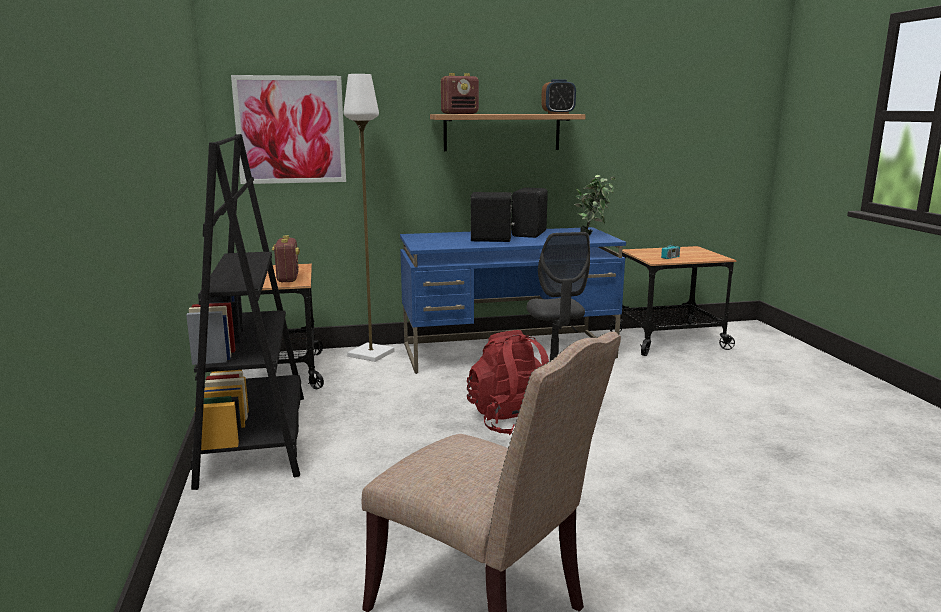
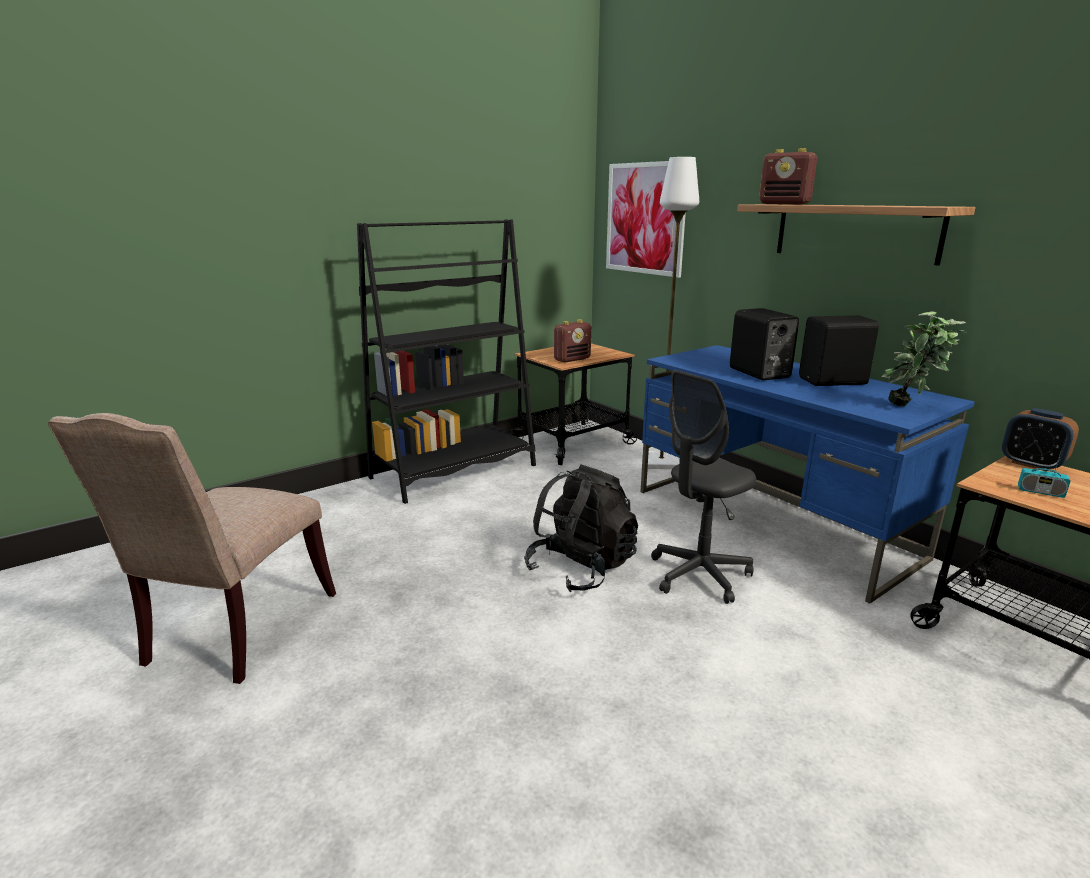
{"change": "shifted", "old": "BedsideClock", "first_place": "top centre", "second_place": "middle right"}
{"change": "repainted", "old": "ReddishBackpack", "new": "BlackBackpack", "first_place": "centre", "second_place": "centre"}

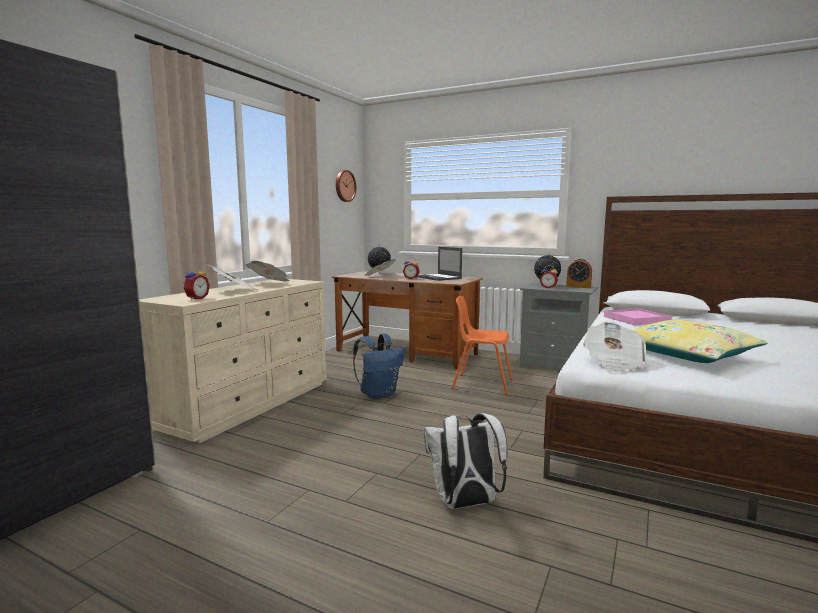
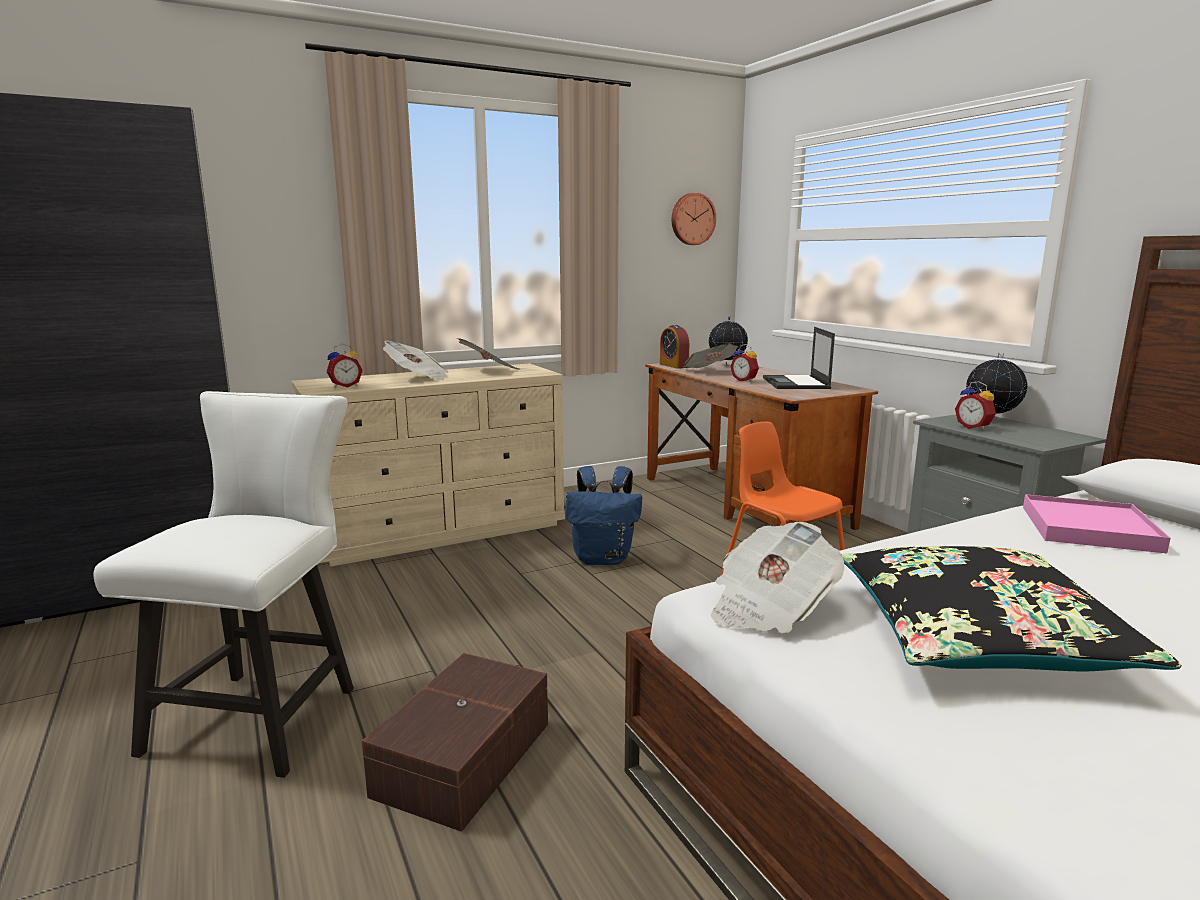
{"change": "shifted", "old": "BedsideClock (no. 4 from left in the first image)", "new": "BedsideClock (no. 2 from left)", "first_place": "middle right", "second_place": "centre"}
{"change": "repainted", "old": "YellowishPillow", "new": "BlackPillow", "first_place": "middle right", "second_place": "bottom right"}
{"change": "swapped", "old": "WhiteBackpack", "new": "BrownStorageContainer", "first_place": "bottom centre", "second_place": "bottom centre"}
{"change": "new", "new": "WhiteUprightChair", "second_place": "middle left"}

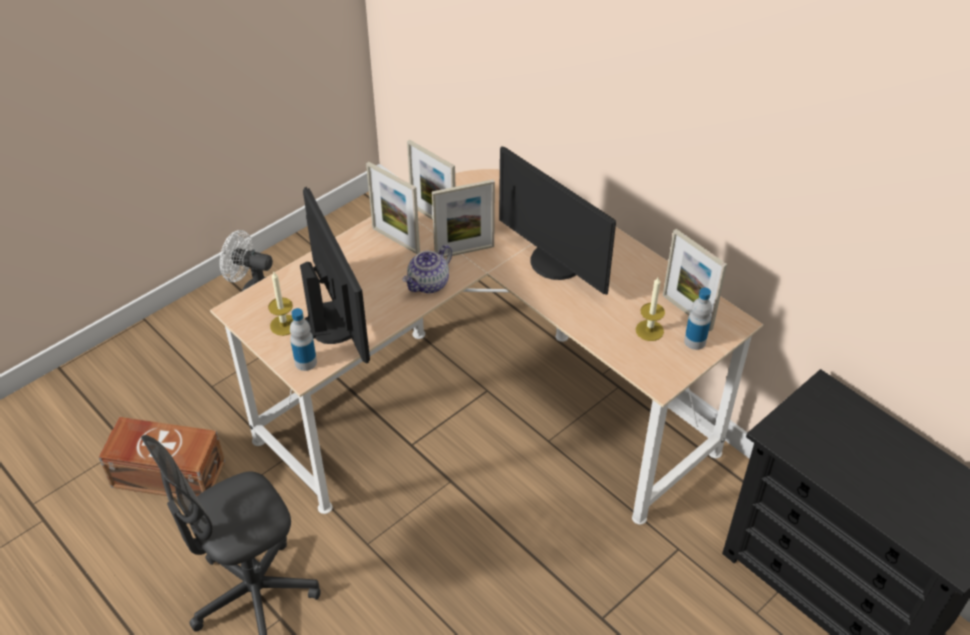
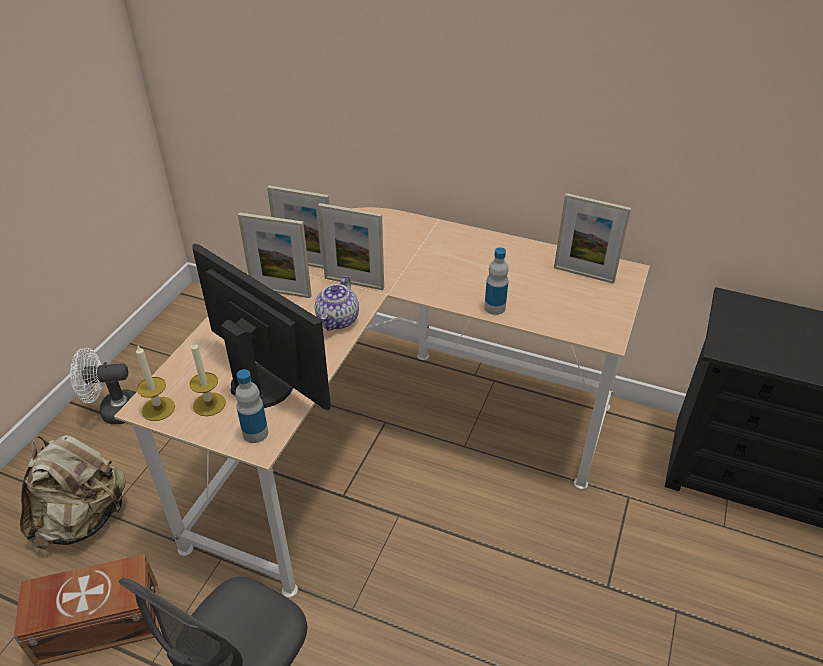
{"change": "gone", "old": "ComputerDisplay (no. 2 from left)", "first_place": "centre"}
{"change": "rotated", "old": "PhotoFrame (no. 3 from left)", "first_place": "centre", "second_place": "centre", "degrees": 60}
{"change": "shifted", "old": "Candle (no. 2 from left in the first image)", "new": "Candle (no. 1 from left)", "first_place": "middle right", "second_place": "middle left"}
{"change": "shifted", "old": "BeverageBottle (no. 2 from left)", "first_place": "middle right", "second_place": "centre"}
{"change": "new", "new": "SandColouredBackpack", "second_place": "bottom left"}

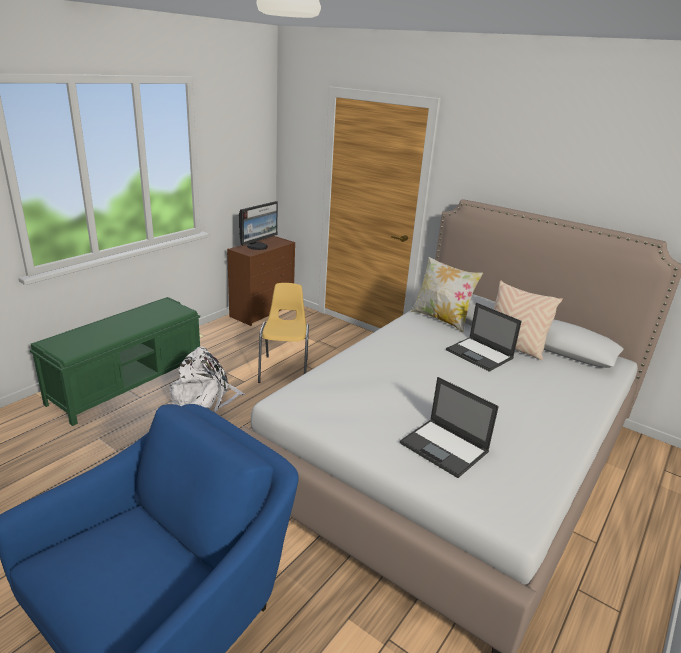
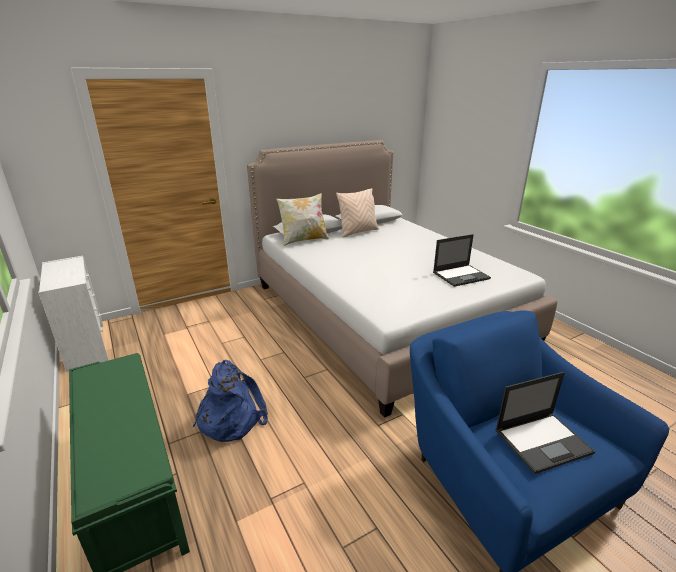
{"change": "gone", "old": "ComputerDisplay", "first_place": "centre"}
{"change": "repainted", "old": "BrownDrawerChest", "new": "WhiteDrawerChest", "first_place": "centre", "second_place": "middle left"}
{"change": "gone", "old": "YellowishUprightChair", "first_place": "centre"}
{"change": "shifted", "old": "Laptop (no. 2 from left)", "first_place": "middle right", "second_place": "bottom right"}
{"change": "repainted", "old": "WhiteBackpack", "new": "BluishBackpack", "first_place": "middle left", "second_place": "bottom centre"}

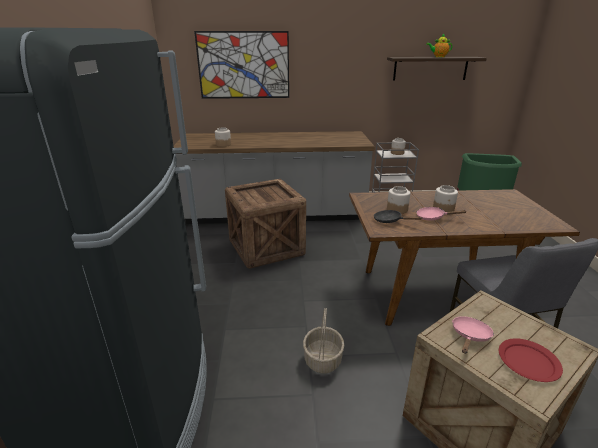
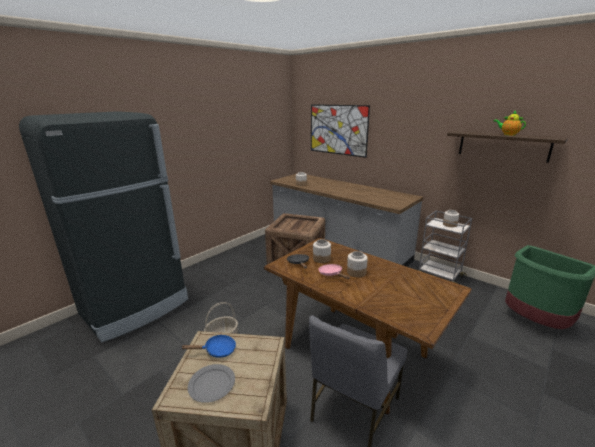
{"change": "repainted", "old": "PinkishSkillet (no. 2 from left)", "new": "BluishSkillet", "first_place": "bottom right", "second_place": "bottom centre"}
{"change": "repainted", "old": "ReddishDinnerPlate", "new": "GreyDinnerPlate", "first_place": "bottom right", "second_place": "bottom centre"}

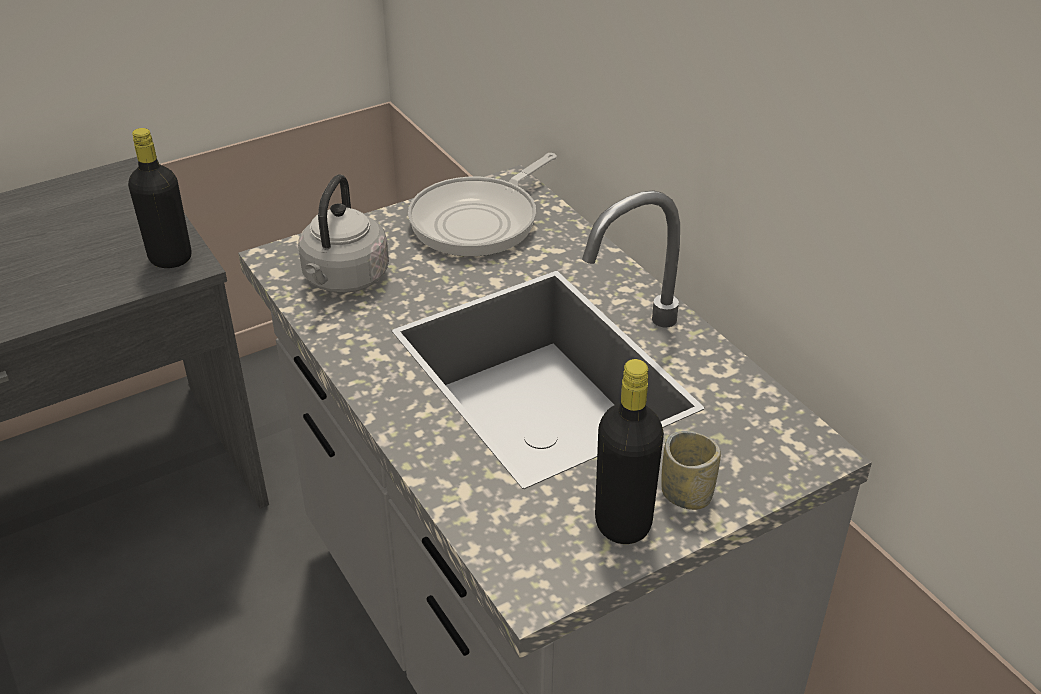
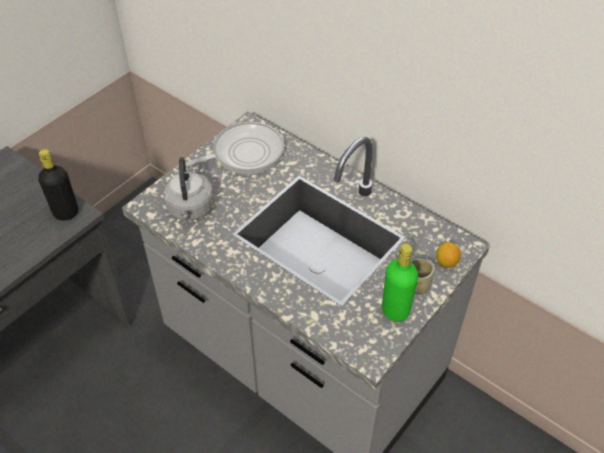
{"change": "rotated", "old": "Skillet", "first_place": "top centre", "second_place": "top centre", "degrees": -135}
{"change": "repainted", "old": "BlackBeverageBottle (no. 2 from left)", "new": "GreenBeverageBottle", "first_place": "centre", "second_place": "centre"}
{"change": "new", "new": "WholeLemon", "second_place": "middle right"}

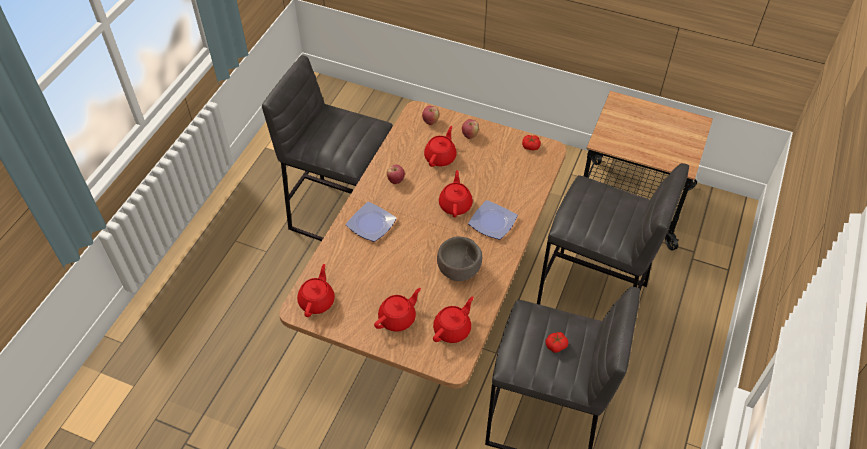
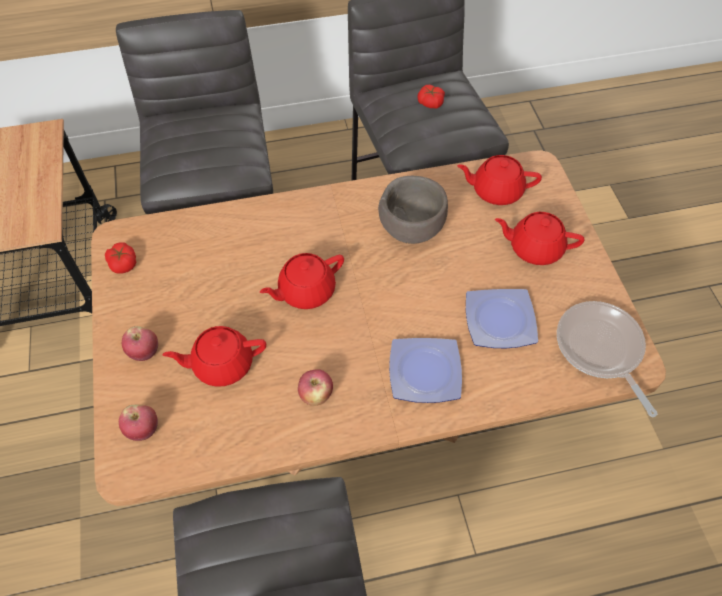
{"change": "shifted", "old": "DinnerPlate (no. 2 from left)", "first_place": "centre", "second_place": "middle right"}
{"change": "swapped", "old": "ReddishPotForTea (no. 1 from left)", "new": "Skillet", "first_place": "centre", "second_place": "middle right"}

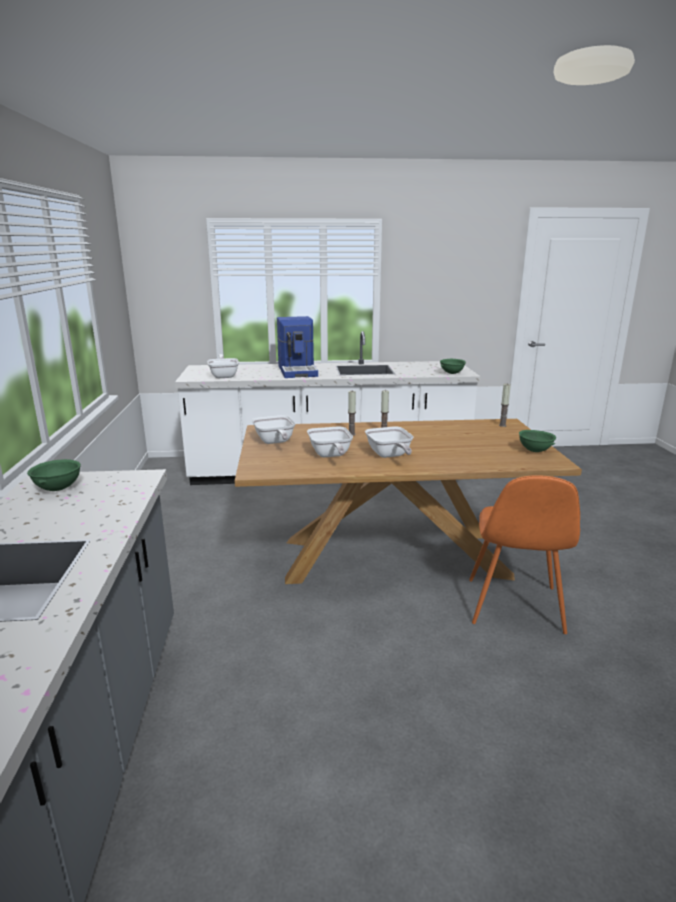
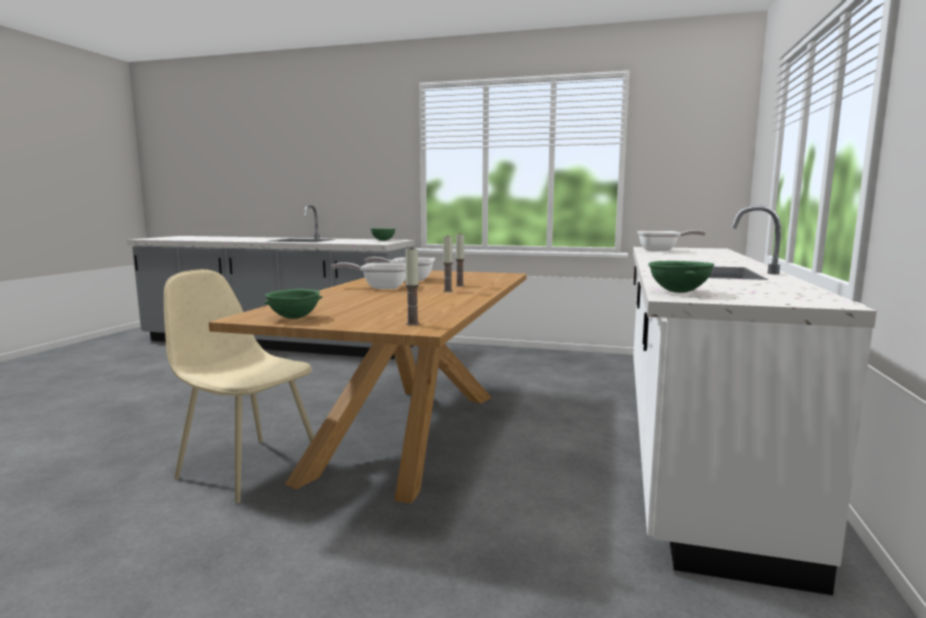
{"change": "gone", "old": "CoffeeBrewer", "first_place": "centre"}
{"change": "gone", "old": "Skillet (no. 2 from left)", "first_place": "centre"}
{"change": "repainted", "old": "OrangeyUprightChair", "new": "SandColouredUprightChair", "first_place": "middle right", "second_place": "middle left"}

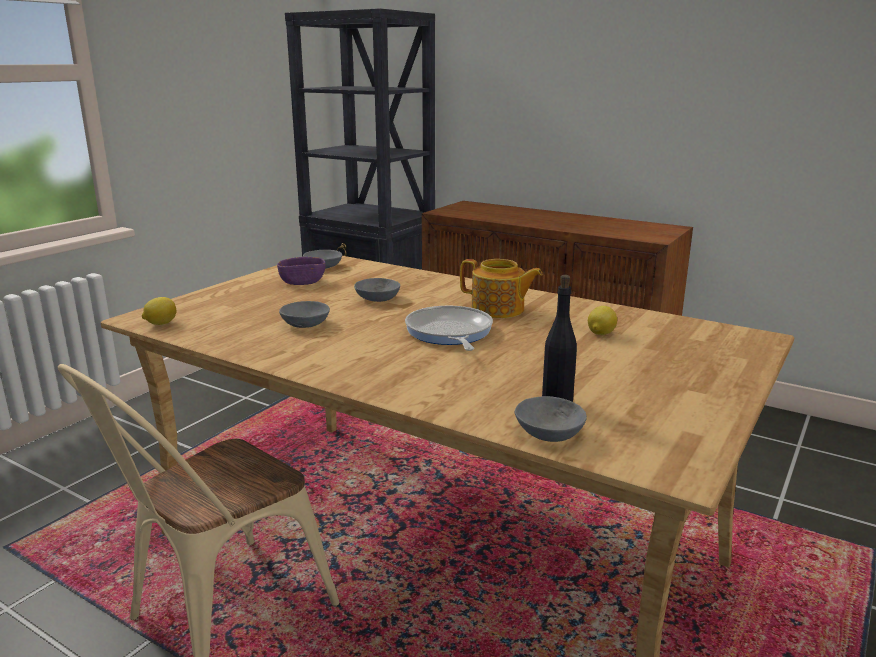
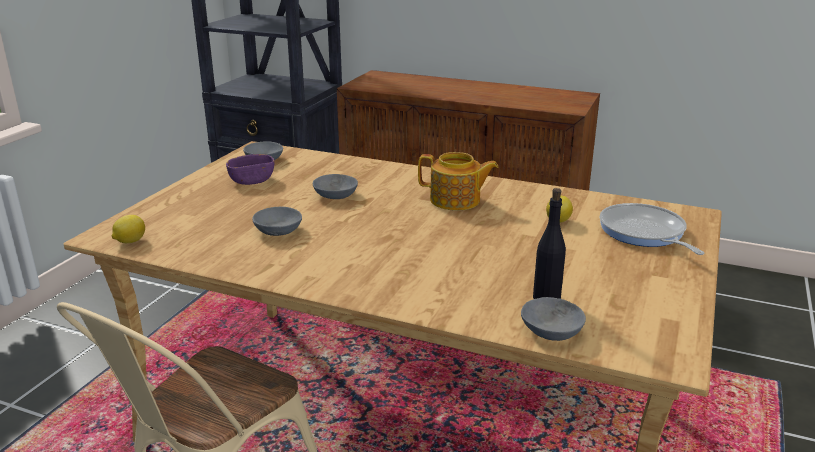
{"change": "shifted", "old": "Skillet", "first_place": "centre", "second_place": "middle right"}

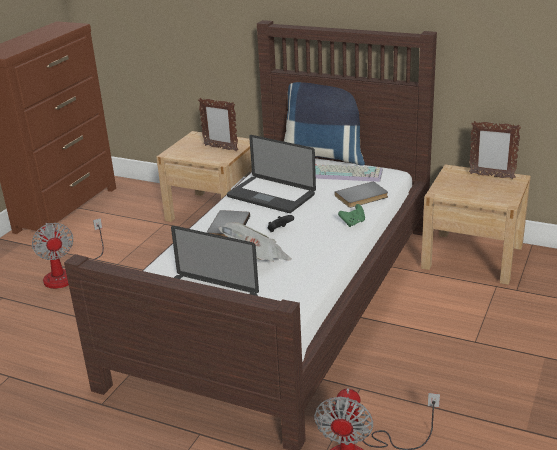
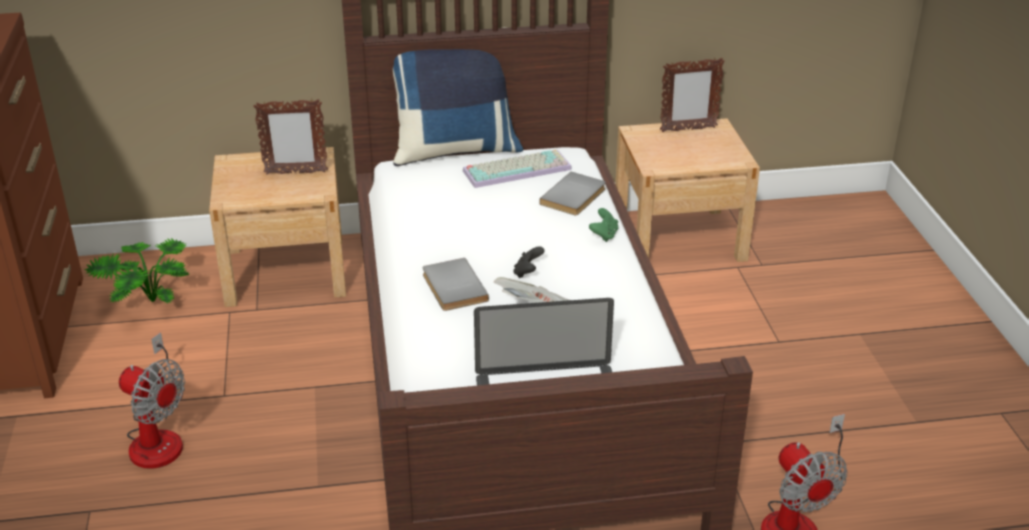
{"change": "gone", "old": "Laptop (no. 2 from left)", "first_place": "centre"}
{"change": "new", "new": "Houseplant", "second_place": "middle left"}

